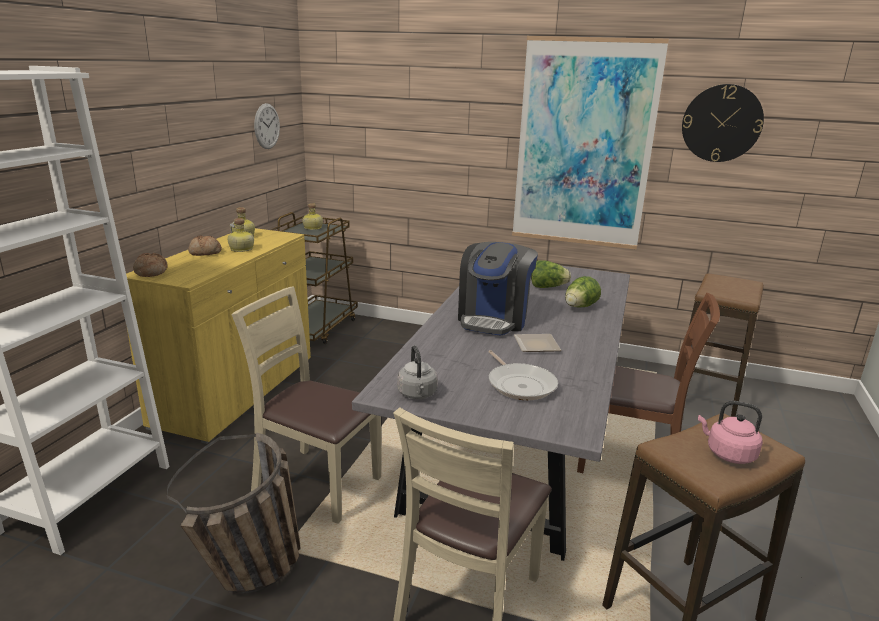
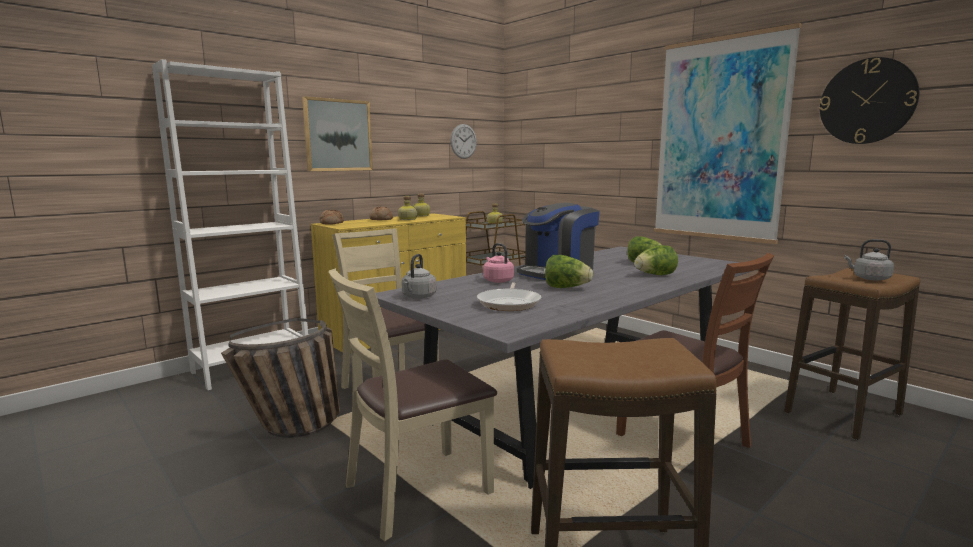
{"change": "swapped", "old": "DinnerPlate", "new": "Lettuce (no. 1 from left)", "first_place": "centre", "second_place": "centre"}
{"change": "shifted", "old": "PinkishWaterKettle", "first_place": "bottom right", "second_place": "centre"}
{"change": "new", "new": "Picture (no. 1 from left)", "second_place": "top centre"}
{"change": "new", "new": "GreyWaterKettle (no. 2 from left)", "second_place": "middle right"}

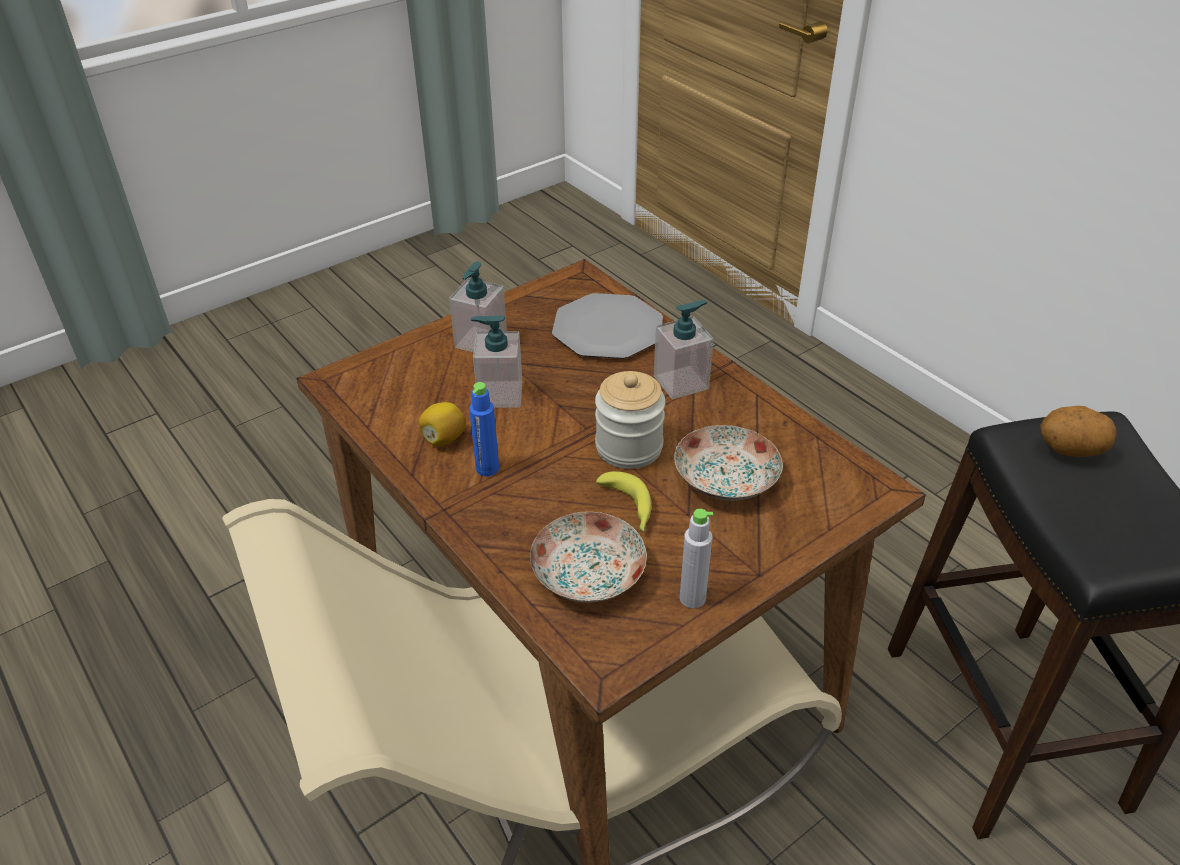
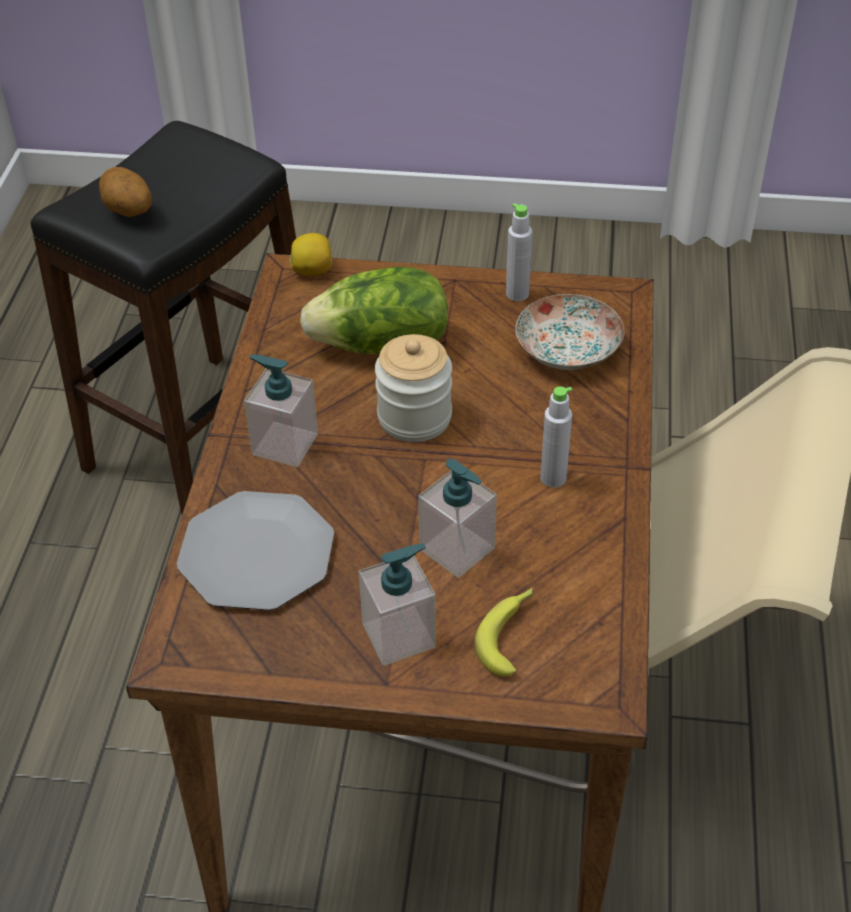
{"change": "repainted", "old": "BluishBeverageBottle", "new": "GreyBeverageBottle (no. 2 from left)", "first_place": "centre", "second_place": "centre"}
{"change": "shifted", "old": "WholeLemon", "first_place": "centre", "second_place": "top centre"}
{"change": "swapped", "old": "DinnerPlate (no. 3 from left)", "new": "Lettuce", "first_place": "centre", "second_place": "centre"}
{"change": "shifted", "old": "Banana", "first_place": "centre", "second_place": "bottom centre"}

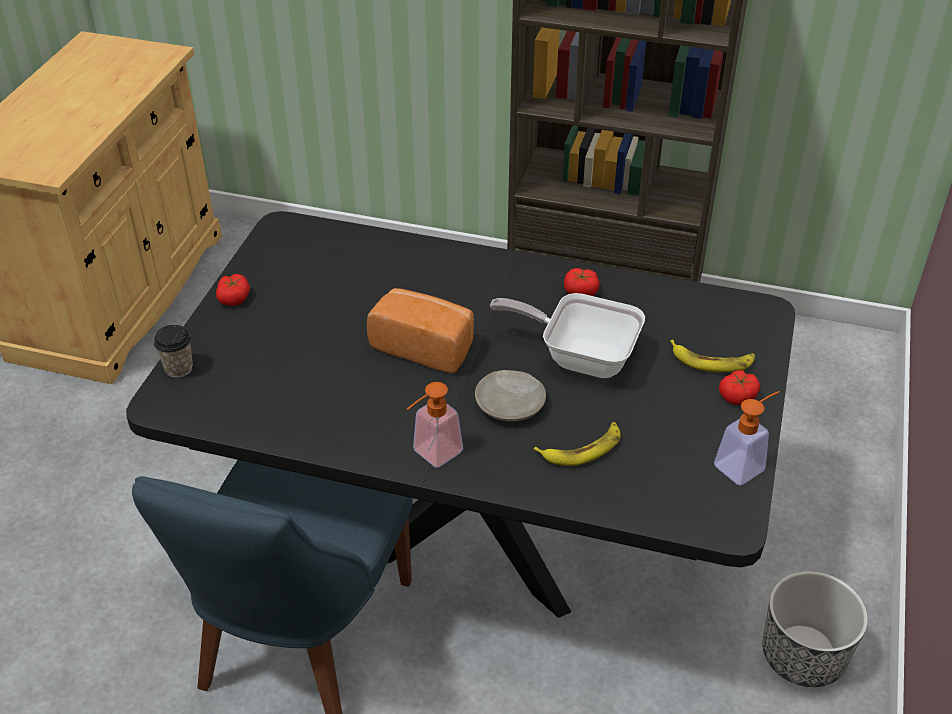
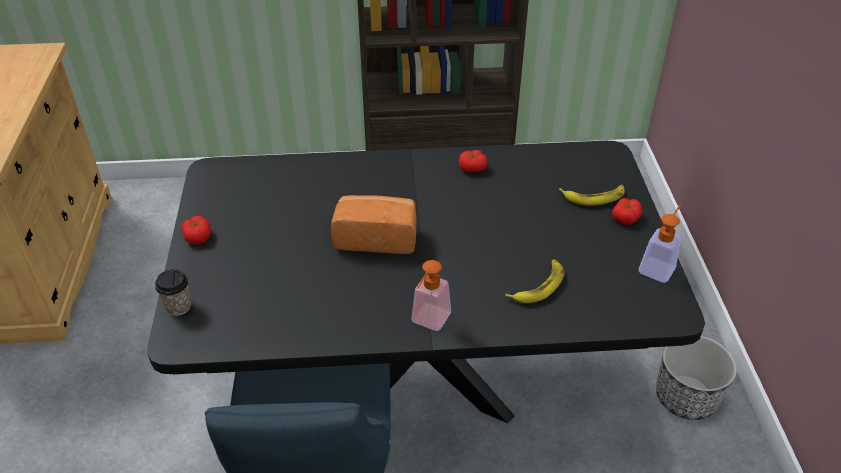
{"change": "gone", "old": "Skillet", "first_place": "centre"}
{"change": "gone", "old": "SandColouredDinnerPlate", "first_place": "centre"}

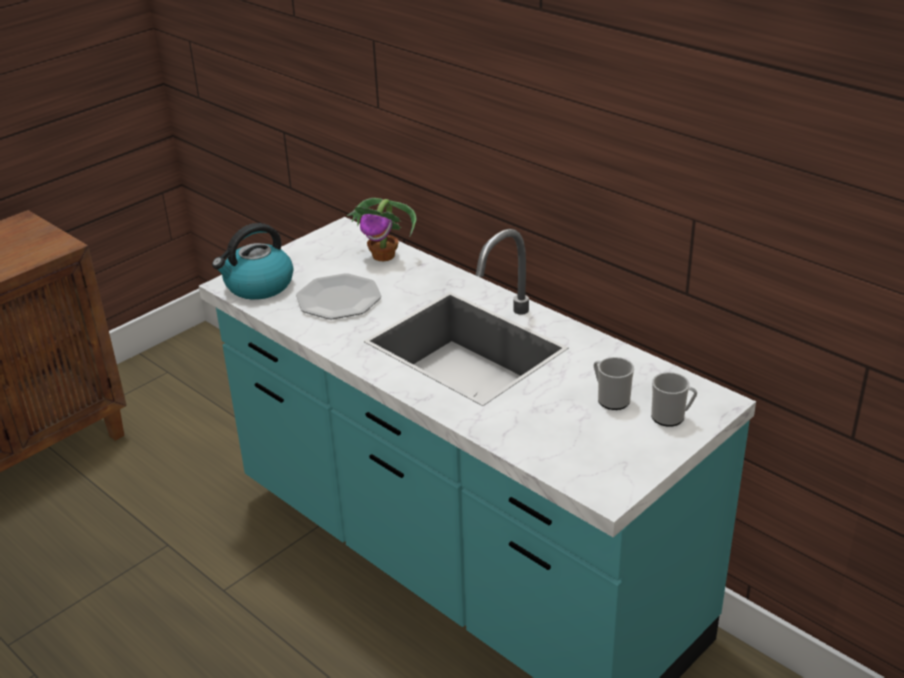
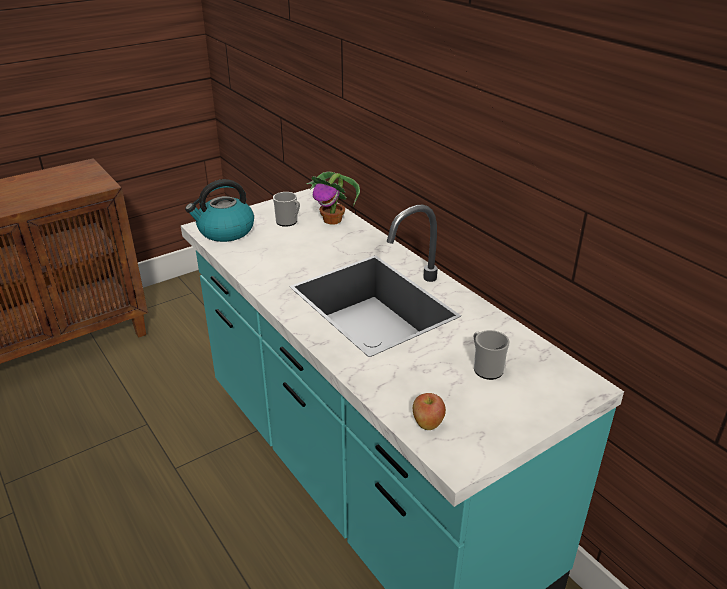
{"change": "gone", "old": "DinnerPlate", "first_place": "centre"}
{"change": "shifted", "old": "Mug (no. 2 from left in the first image)", "new": "Mug (no. 1 from left)", "first_place": "middle right", "second_place": "centre"}
{"change": "new", "new": "WholeApple", "second_place": "bottom centre"}

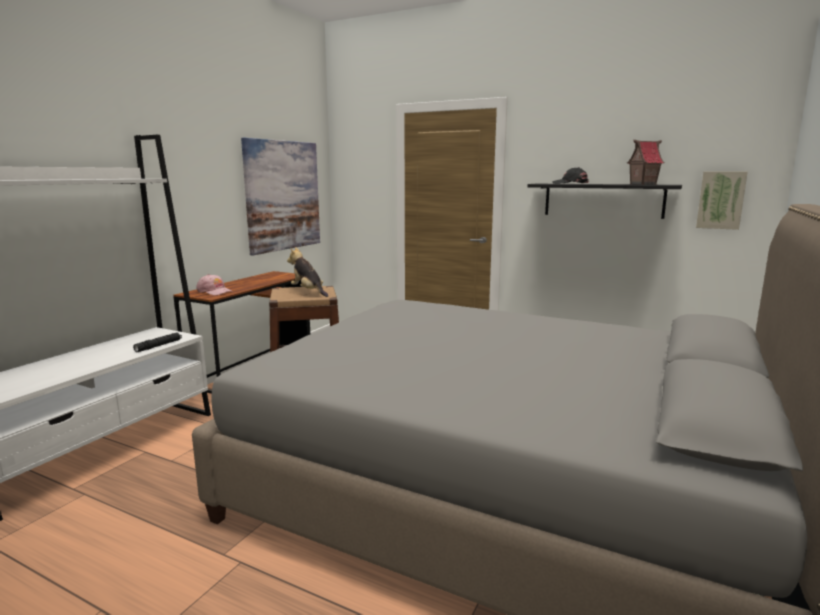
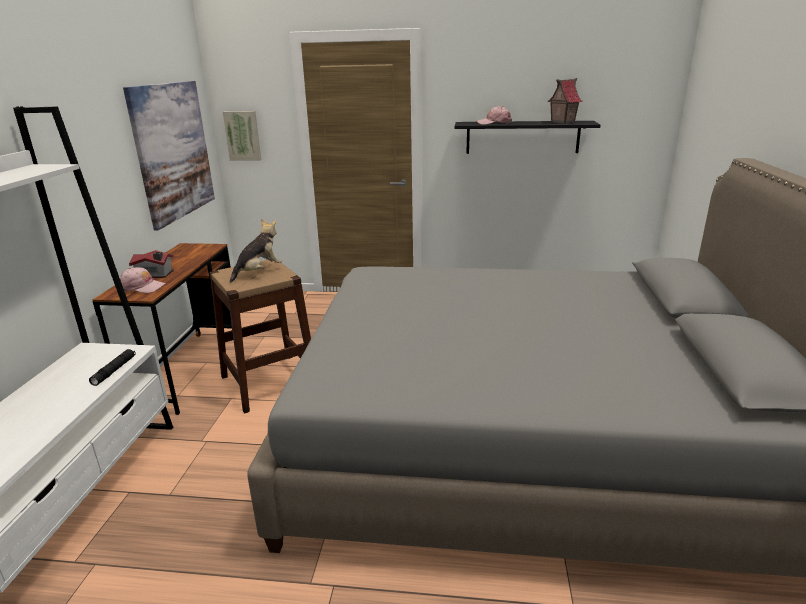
{"change": "repainted", "old": "BlackPeakedCap", "new": "PinkishPeakedCap (no. 2 from left)", "first_place": "top right", "second_place": "top centre"}
{"change": "shifted", "old": "Picture (no. 2 from left)", "first_place": "top right", "second_place": "top left"}
{"change": "rotated", "old": "PlushToy", "first_place": "centre", "second_place": "middle left", "degrees": 105}
{"change": "new", "new": "MiniatureHouse (no. 1 from left)", "second_place": "middle left"}

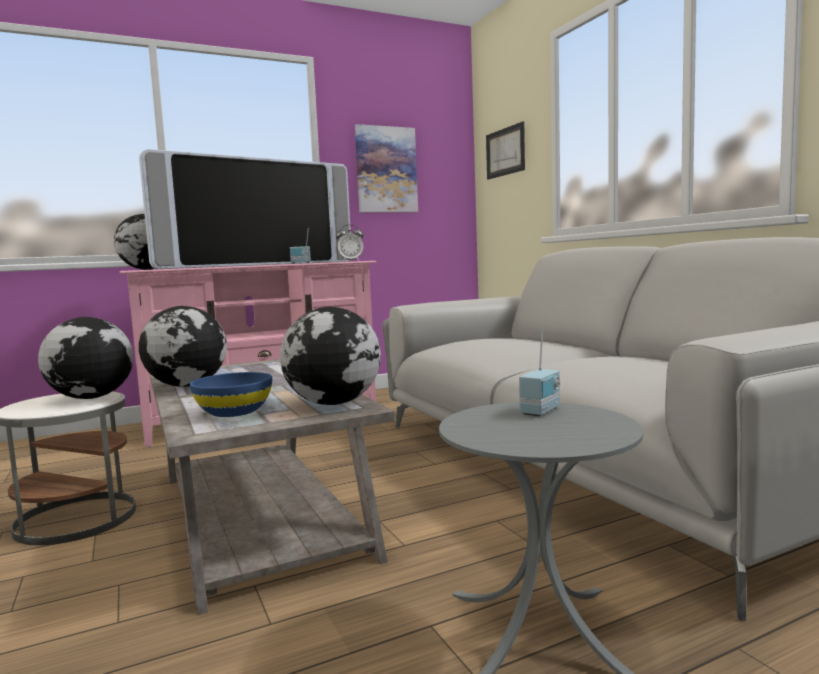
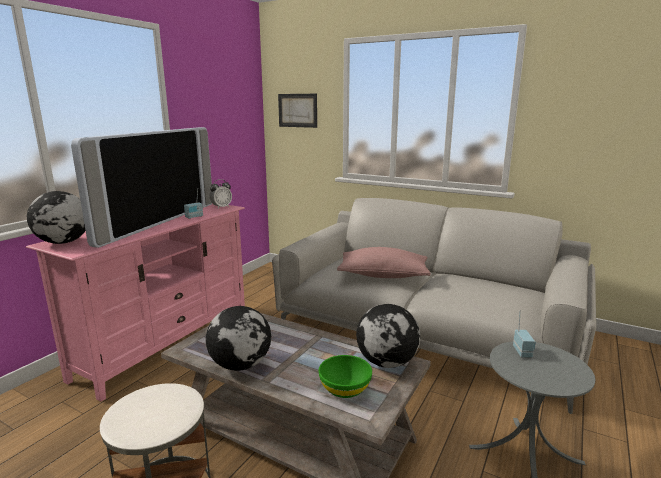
{"change": "gone", "old": "Picture (no. 1 from left)", "first_place": "top centre"}
{"change": "gone", "old": "Globe (no. 1 from left)", "first_place": "middle left"}
{"change": "repainted", "old": "BluishBowl", "new": "GreenBowl", "first_place": "middle left", "second_place": "bottom centre"}
{"change": "new", "new": "PinkishPillow", "second_place": "centre"}

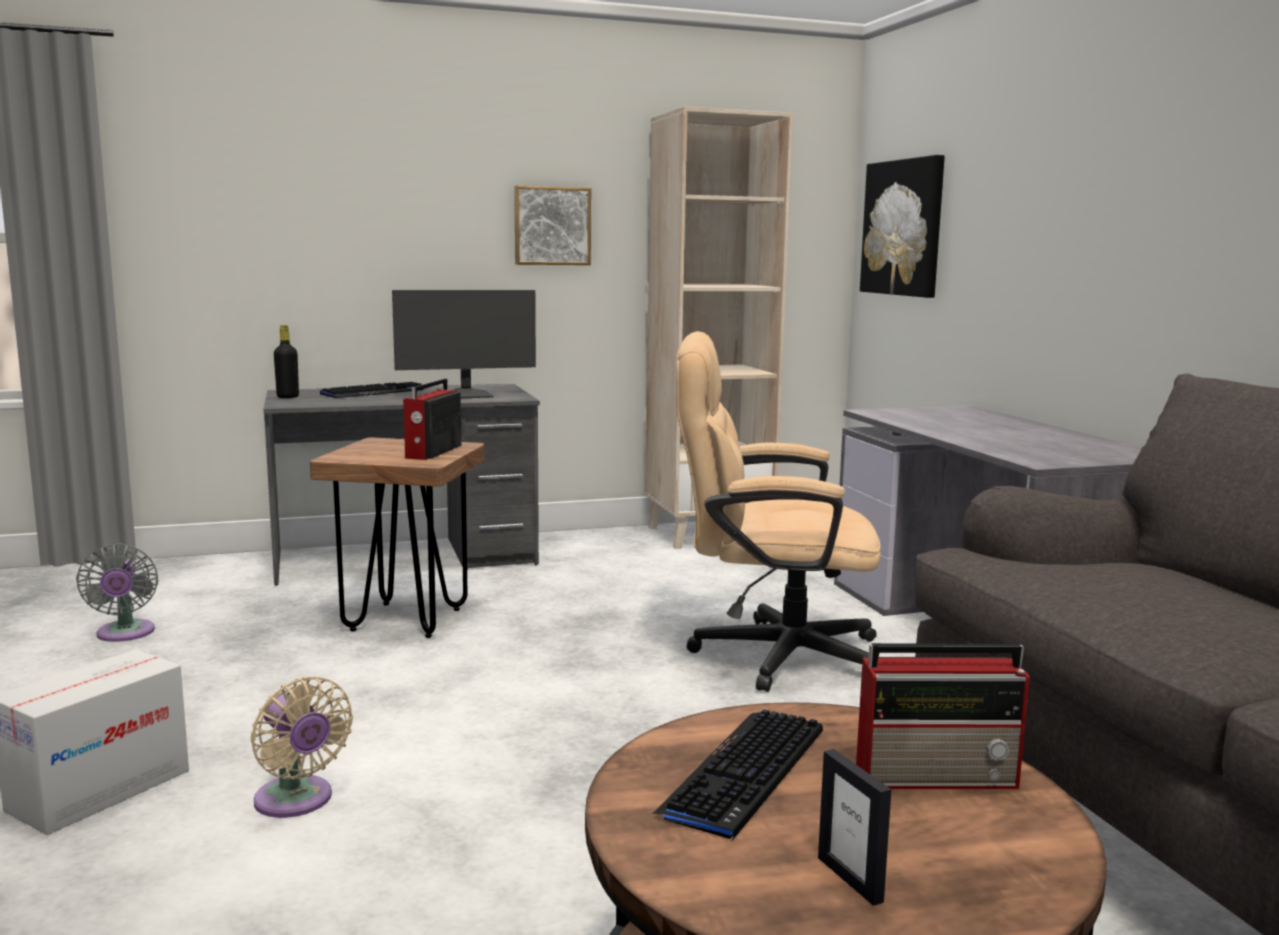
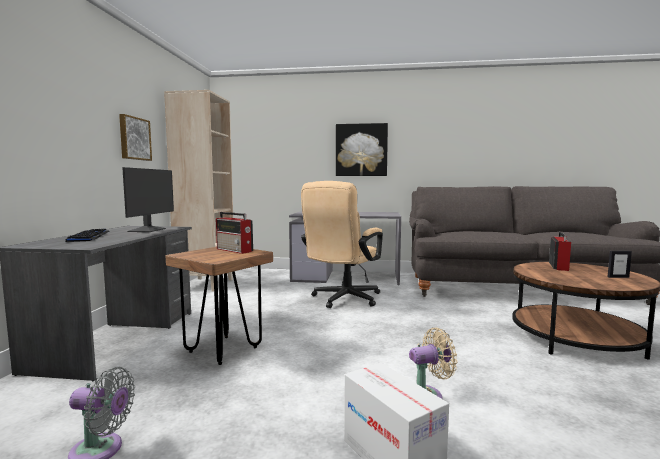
{"change": "shifted", "old": "Picture (no. 2 from left)", "first_place": "top right", "second_place": "top centre"}
{"change": "gone", "old": "BlackBeverageBottle", "first_place": "middle left"}
{"change": "gone", "old": "PcKeyboard (no. 2 from left)", "first_place": "bottom centre"}

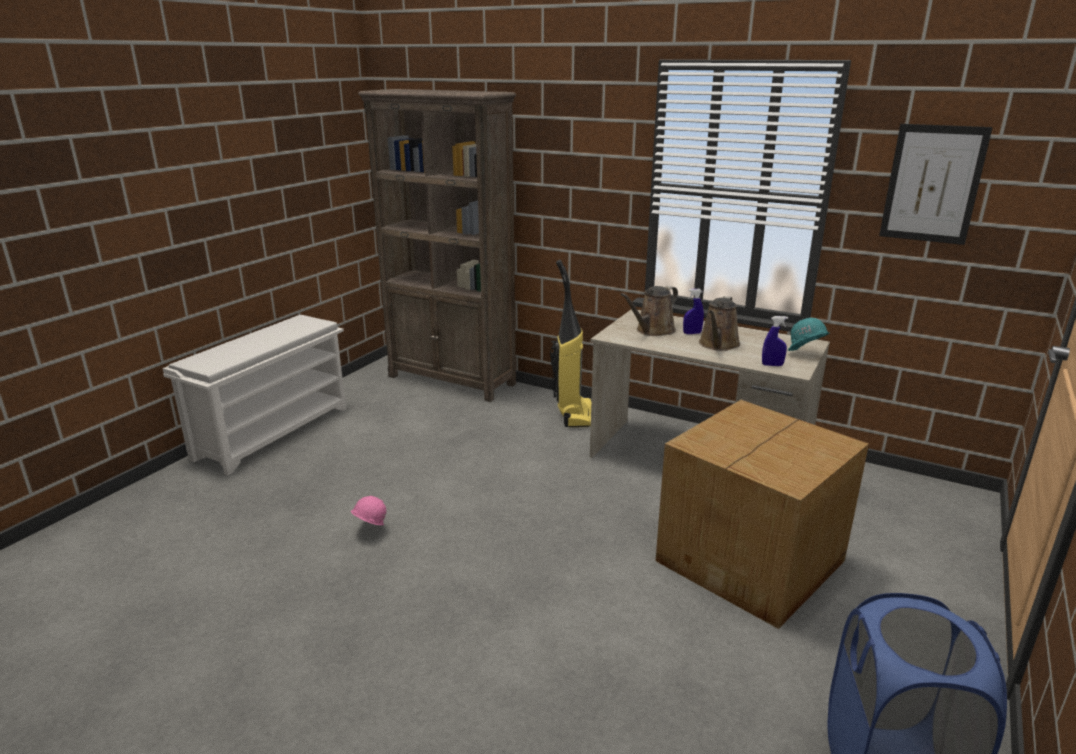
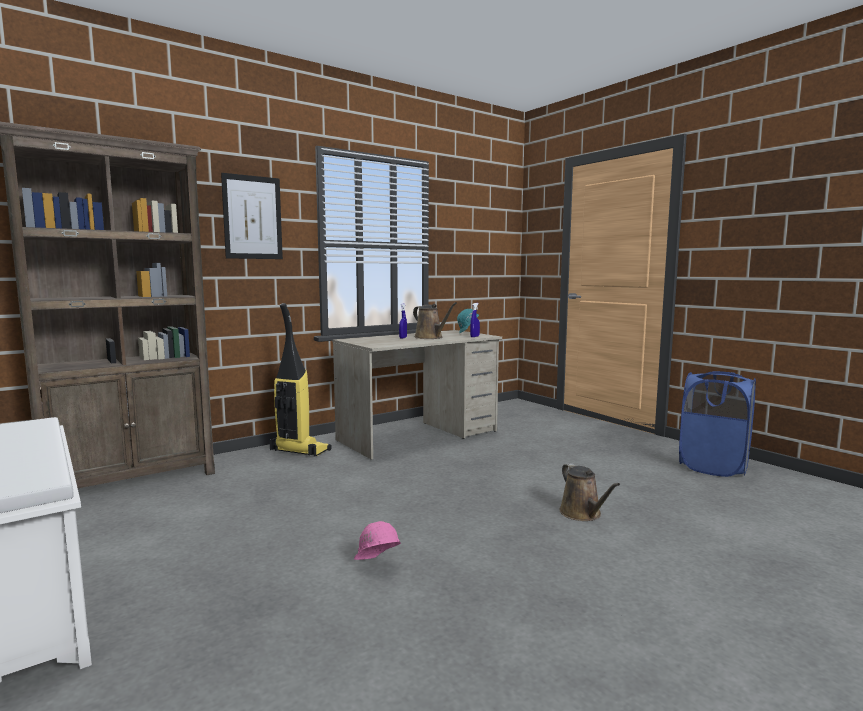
{"change": "shifted", "old": "Picture", "first_place": "top right", "second_place": "top left"}
{"change": "shifted", "old": "BrownWateringCan (no. 1 from left in the first image)", "new": "BrownWateringCan (no. 2 from left)", "first_place": "centre", "second_place": "bottom right"}
{"change": "gone", "old": "CardboardBox", "first_place": "bottom right"}

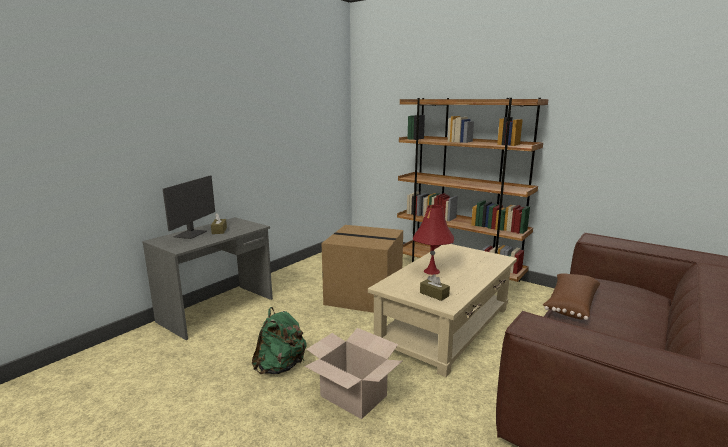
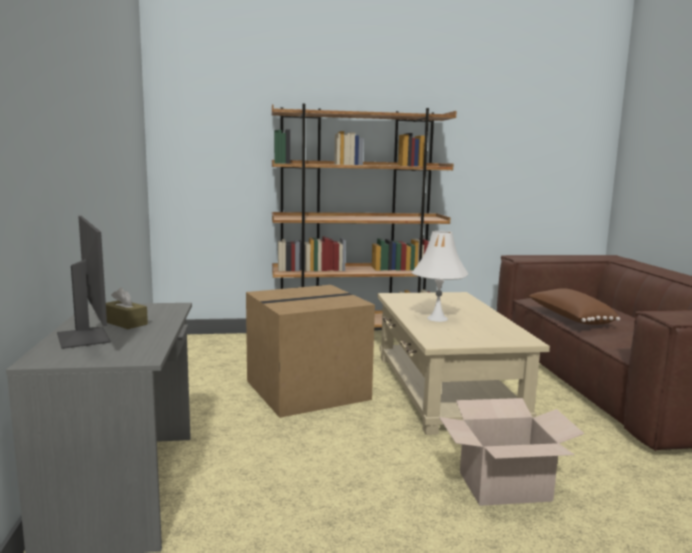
{"change": "repainted", "old": "ReddishTableLamp", "new": "WhiteTableLamp", "first_place": "centre", "second_place": "centre"}
{"change": "gone", "old": "BrownTissueHolder (no. 2 from left)", "first_place": "centre"}
{"change": "gone", "old": "GreenBackpack", "first_place": "bottom centre"}

